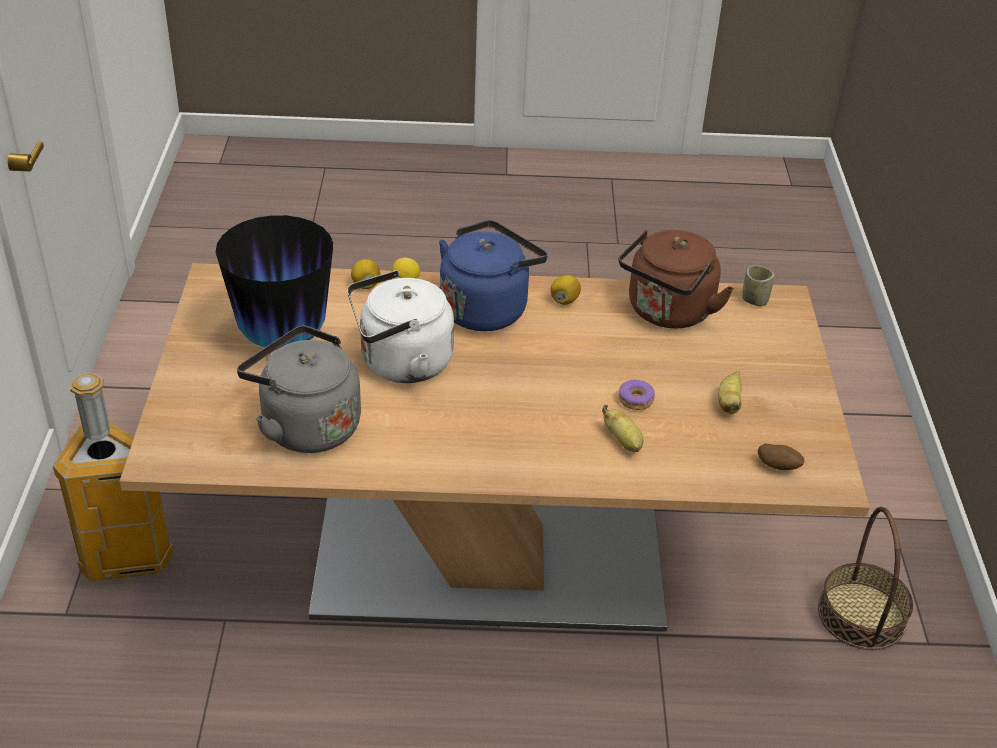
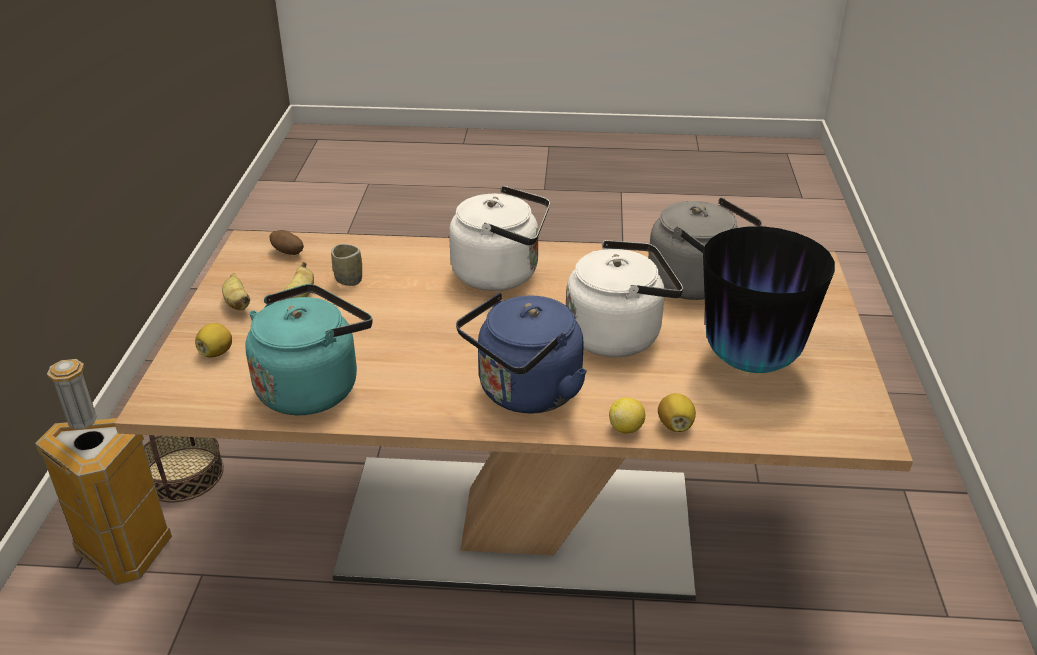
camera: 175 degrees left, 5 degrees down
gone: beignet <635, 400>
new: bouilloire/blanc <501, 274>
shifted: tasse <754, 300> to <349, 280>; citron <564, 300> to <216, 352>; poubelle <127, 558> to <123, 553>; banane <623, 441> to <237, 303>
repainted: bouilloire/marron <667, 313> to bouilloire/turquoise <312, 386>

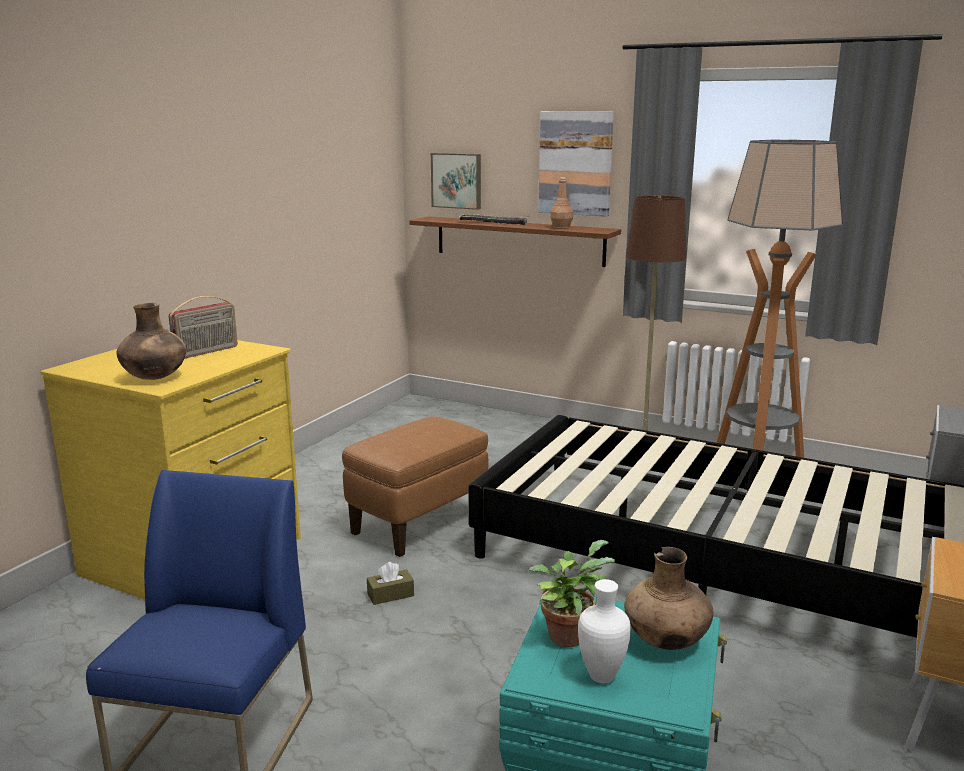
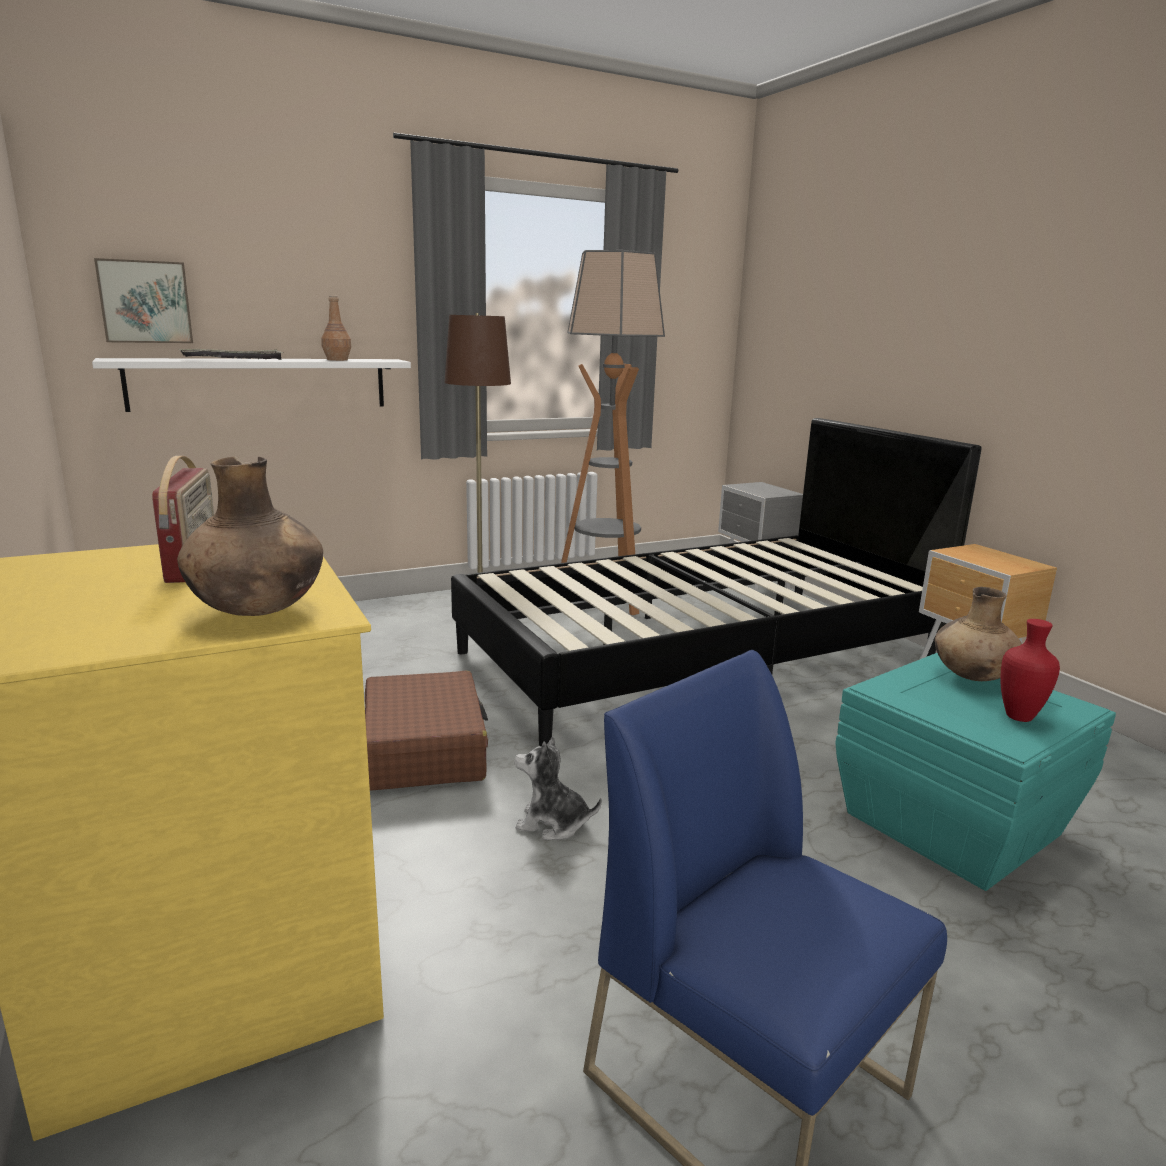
camera: 55 degrees left, 0 degrees up
gone: tableau <575, 163>; plante en pot <568, 634>
swapped: pouf/marron <419, 524> to valise/marron <424, 749>; boîte à mouchoirs/marron <390, 595> to peluche <552, 824>
repainted: étagère/marron <519, 241> to étagère/blanc <260, 384>; vase/blanc <601, 675> to vase/rouge <1017, 716>

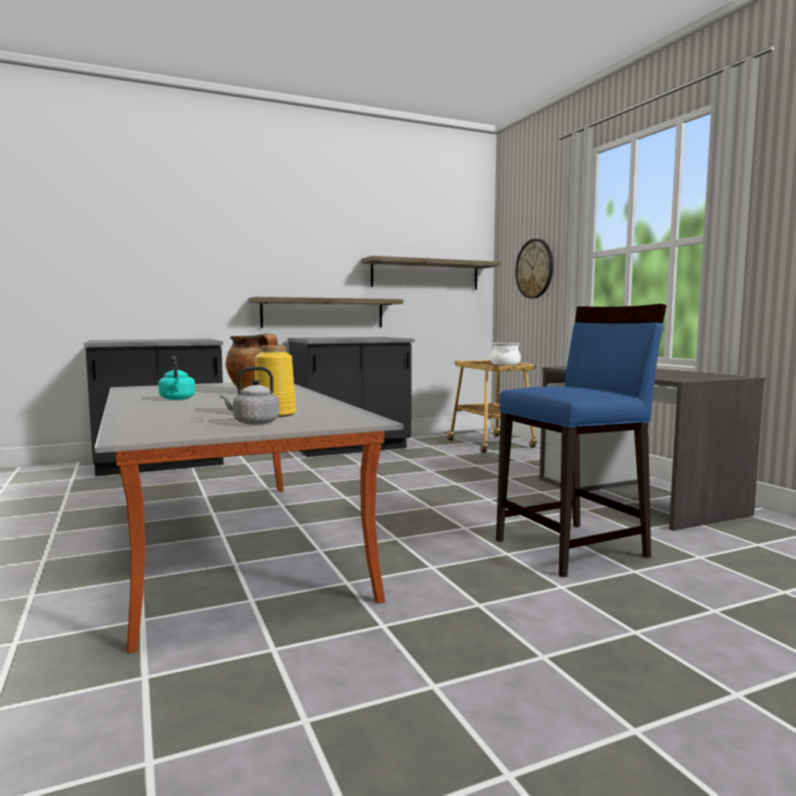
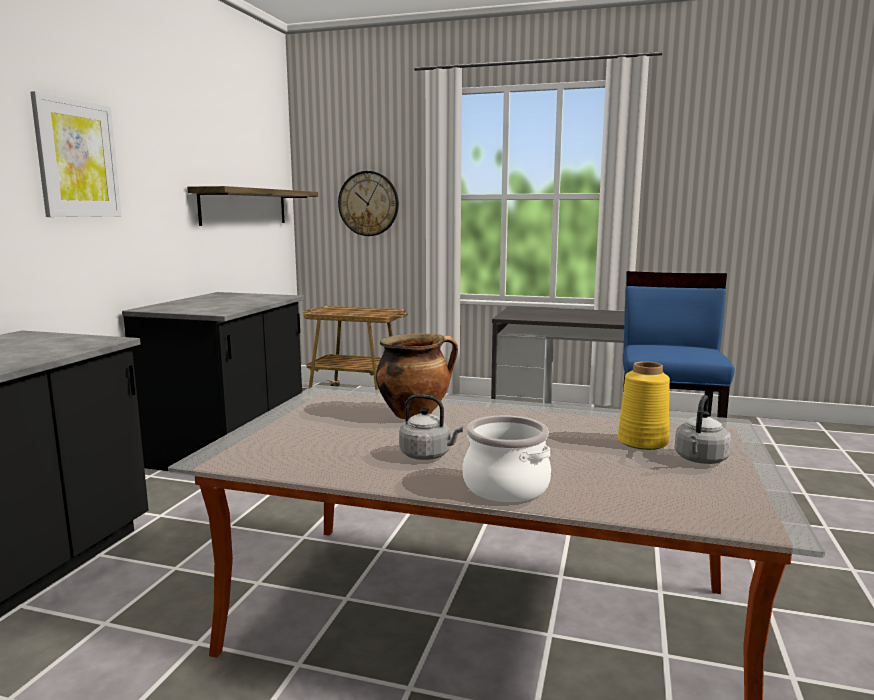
camera: 50 degrees left, 5 degrees up
gone: étagère <323, 313>
new: tableau <77, 159>
shifted: marmite <505, 364> to <505, 487>
repainted: bouilloire/turquoise <177, 399> to bouilloire/gris <428, 455>

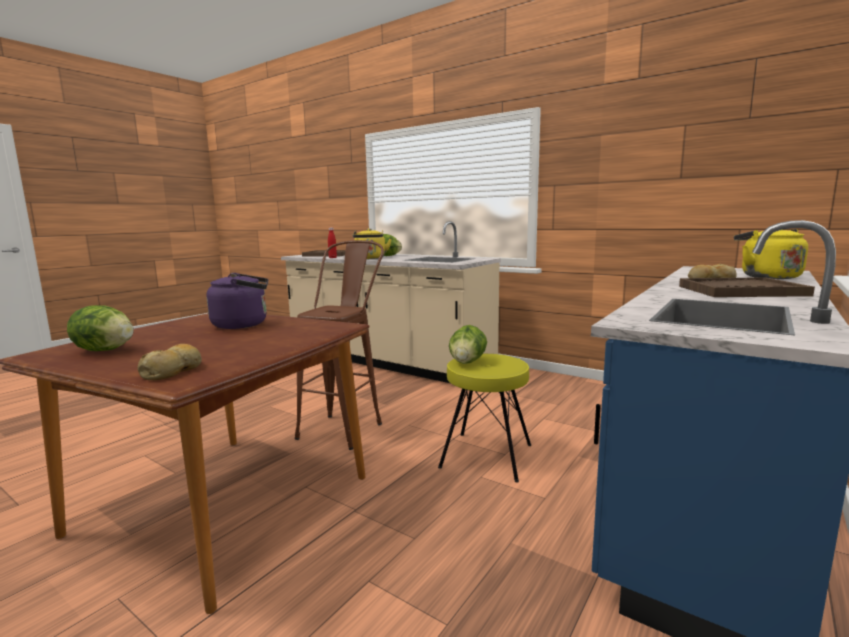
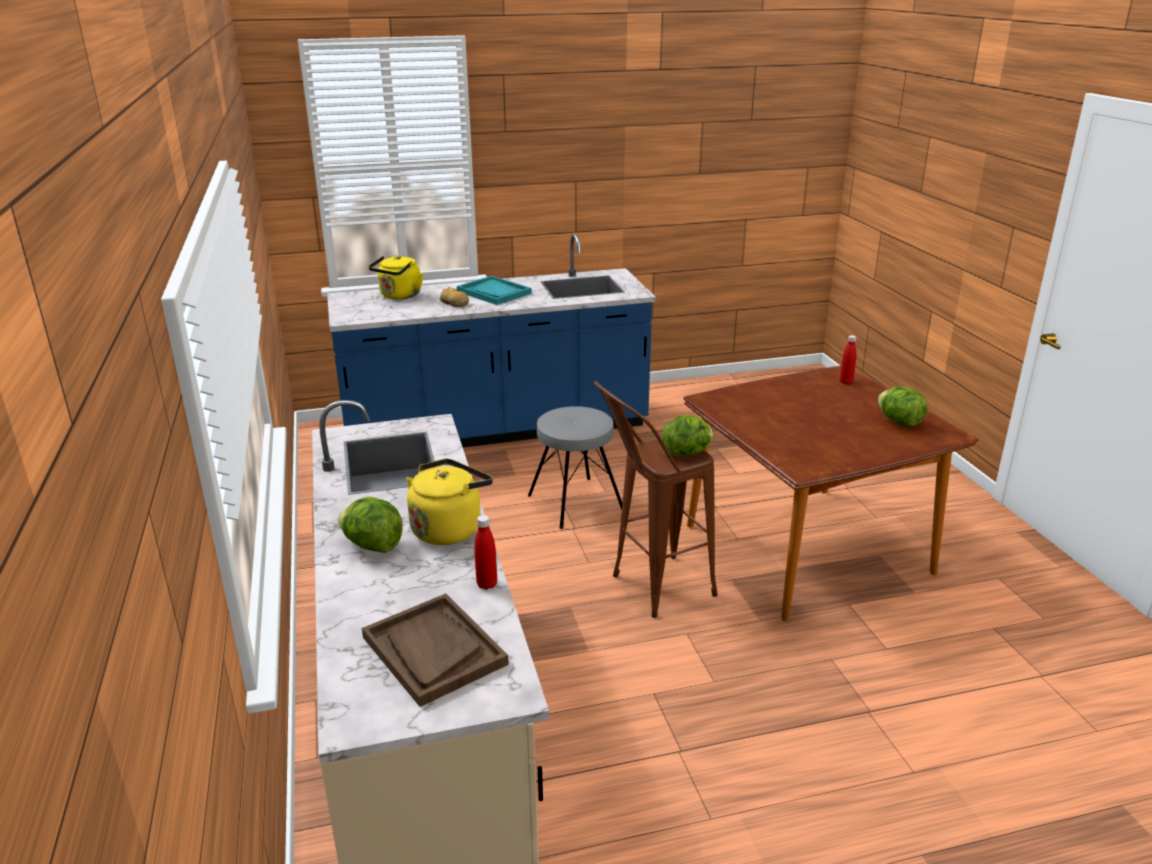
camera: 140 degrees left, 15 degrees up
gone: bouilloire/violet <244, 324>
shifted: laitue <467, 362> to <687, 453>
swapped: pain <173, 371> to bouteille/rouge <846, 382>
repainted: plateau/marron <740, 291> to plateau/turquoise <494, 292>; tabouret/jaune <487, 456> to tabouret/gris <575, 502>

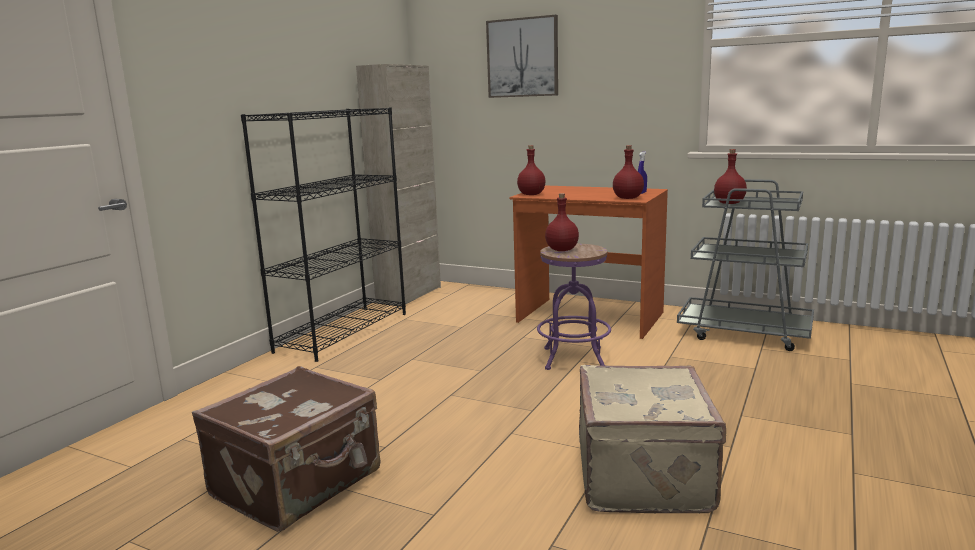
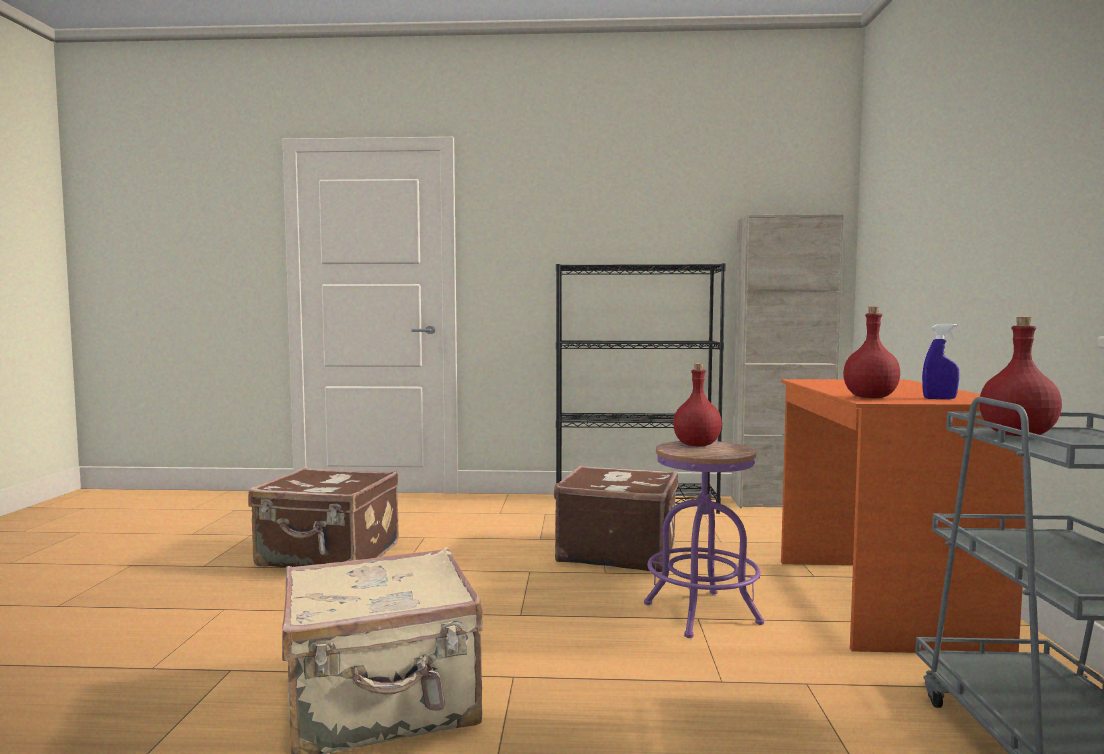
camera: 65 degrees right, 10 degrees down
gone: tableau <523, 58>; bouteille/rouge <532, 194>
new: valise/marron <617, 552>

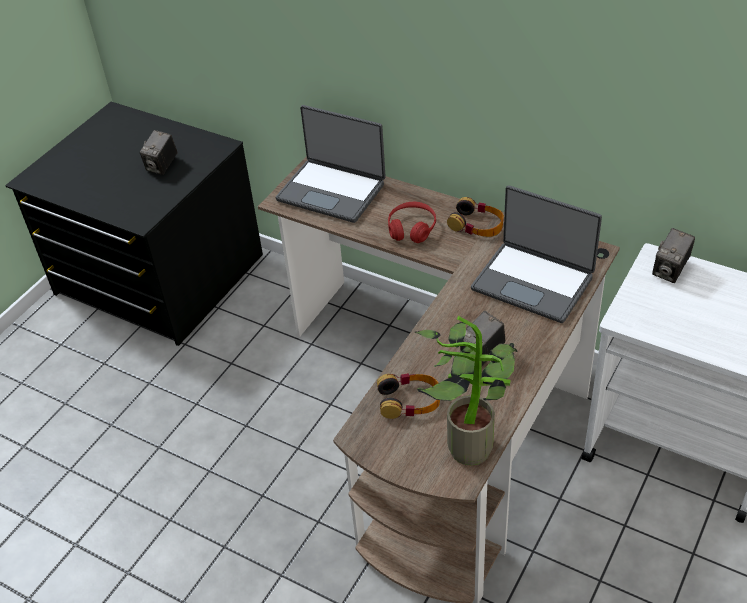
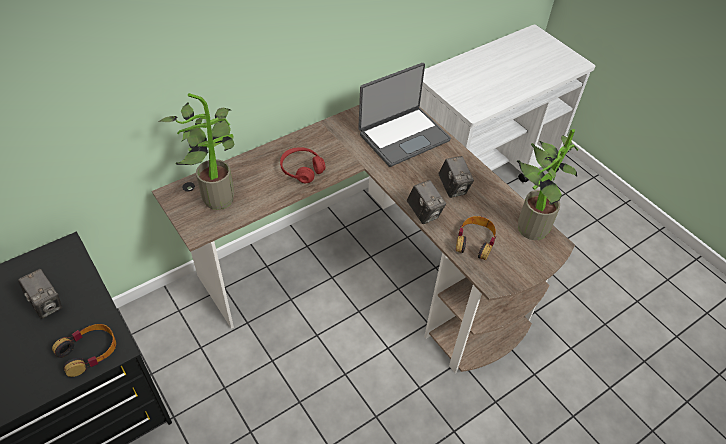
camera: 70 degrees left, 5 degrees up
shifted: casque audio <477, 225> to <89, 351>; appareil photo <670, 271> to <424, 213>
swapped: ordinateur portable <332, 191> to plante en pot <217, 195>

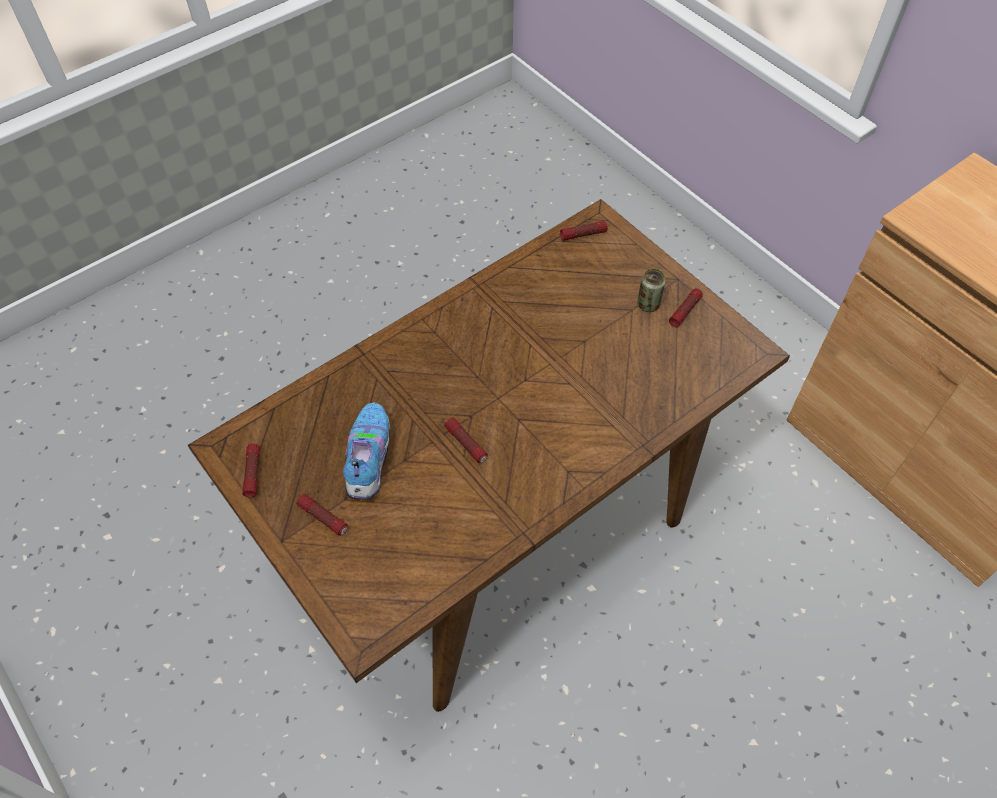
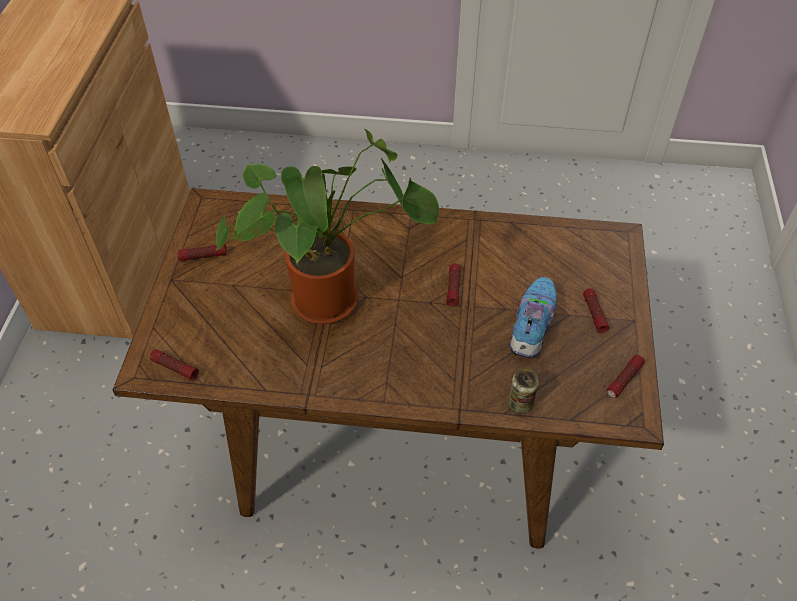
camera: 135 degrees left, 5 degrees down
new: plante en pot <331, 297>
shifted: boîte métallique <648, 304> to <520, 404>
rotated: chaussure <368, 460> = <531, 327> 150 degrees clockwise

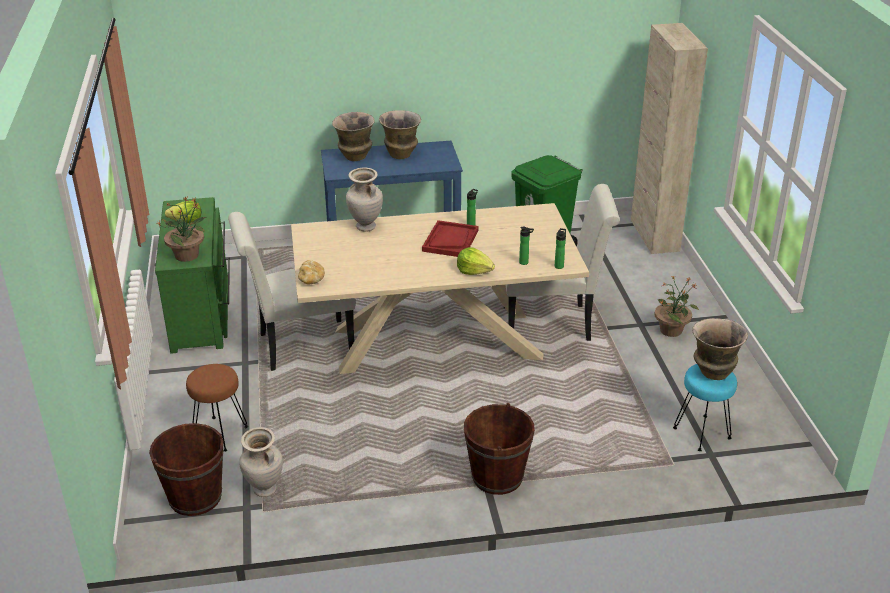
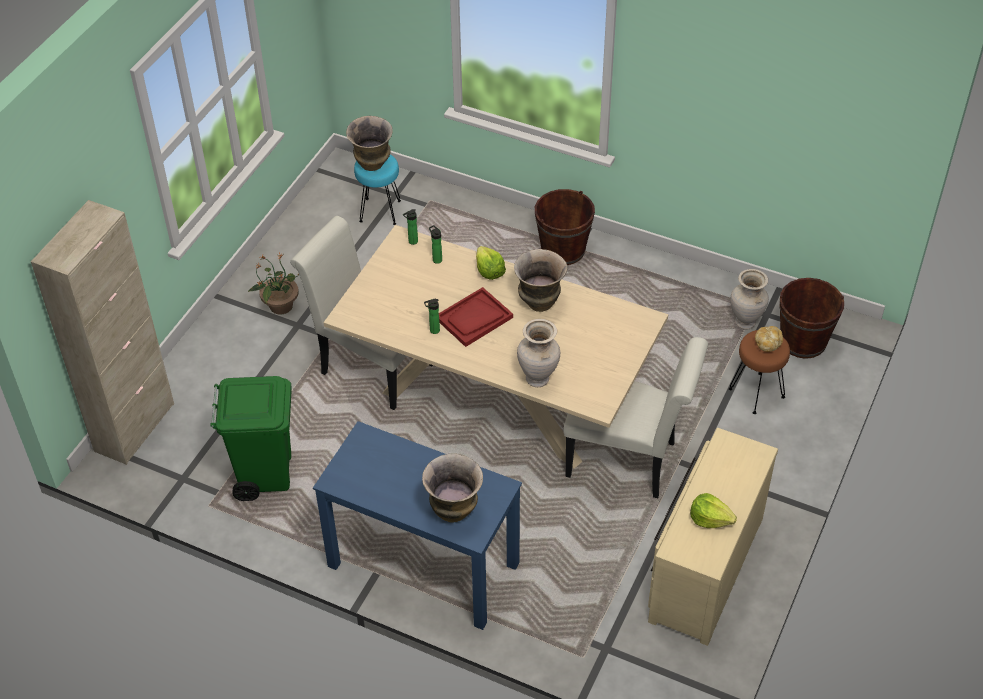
camera: 145 degrees left, 15 degrees up
gone: plante en pot <187, 255>
shifted: vase <401, 155> to <539, 302>; pain <311, 279> to <768, 343>
repainted: commode/vert <202, 312> to commode/beige <702, 567>

